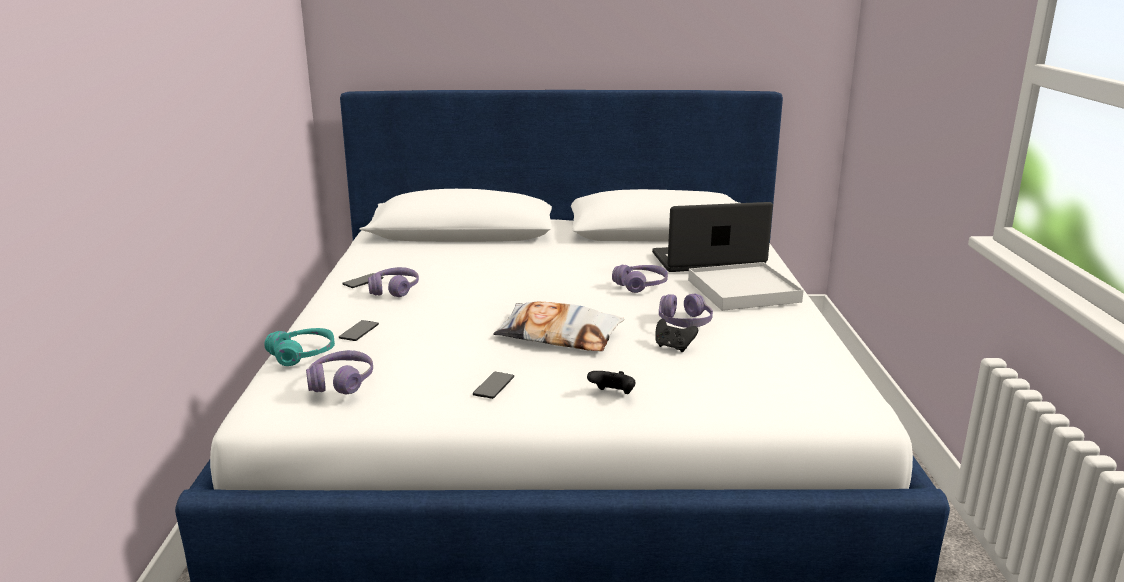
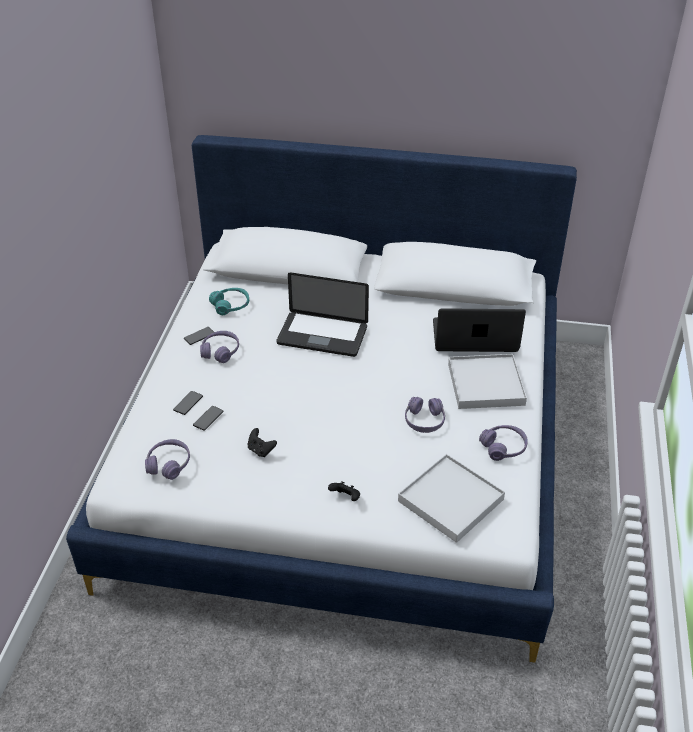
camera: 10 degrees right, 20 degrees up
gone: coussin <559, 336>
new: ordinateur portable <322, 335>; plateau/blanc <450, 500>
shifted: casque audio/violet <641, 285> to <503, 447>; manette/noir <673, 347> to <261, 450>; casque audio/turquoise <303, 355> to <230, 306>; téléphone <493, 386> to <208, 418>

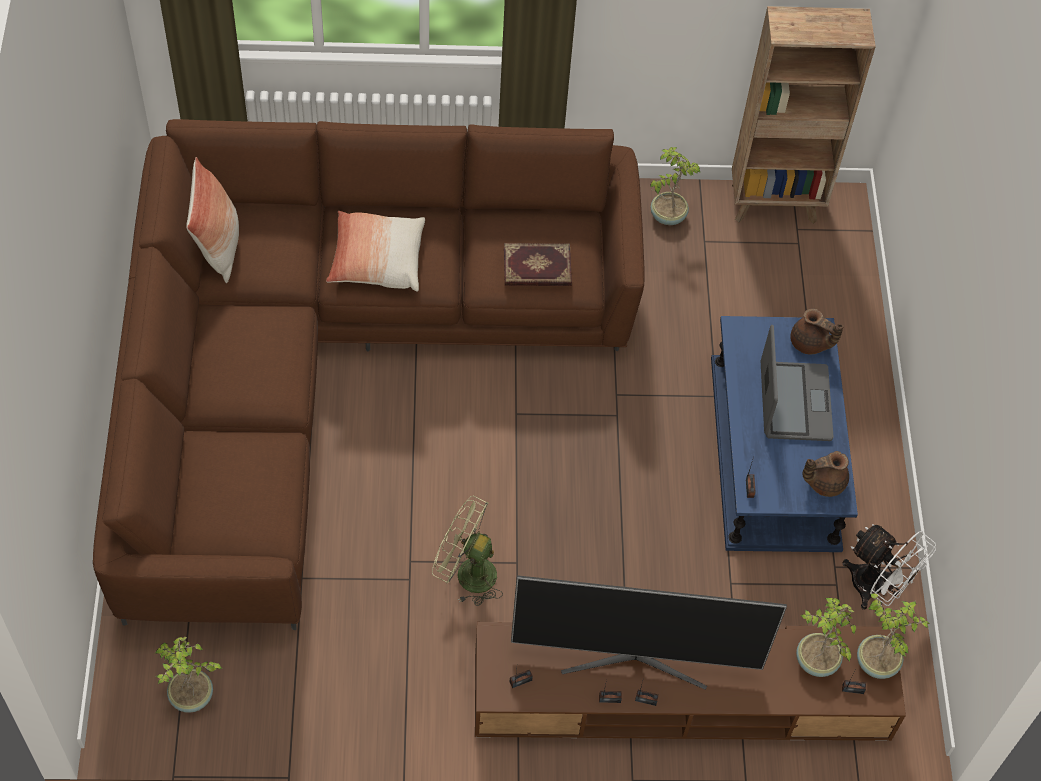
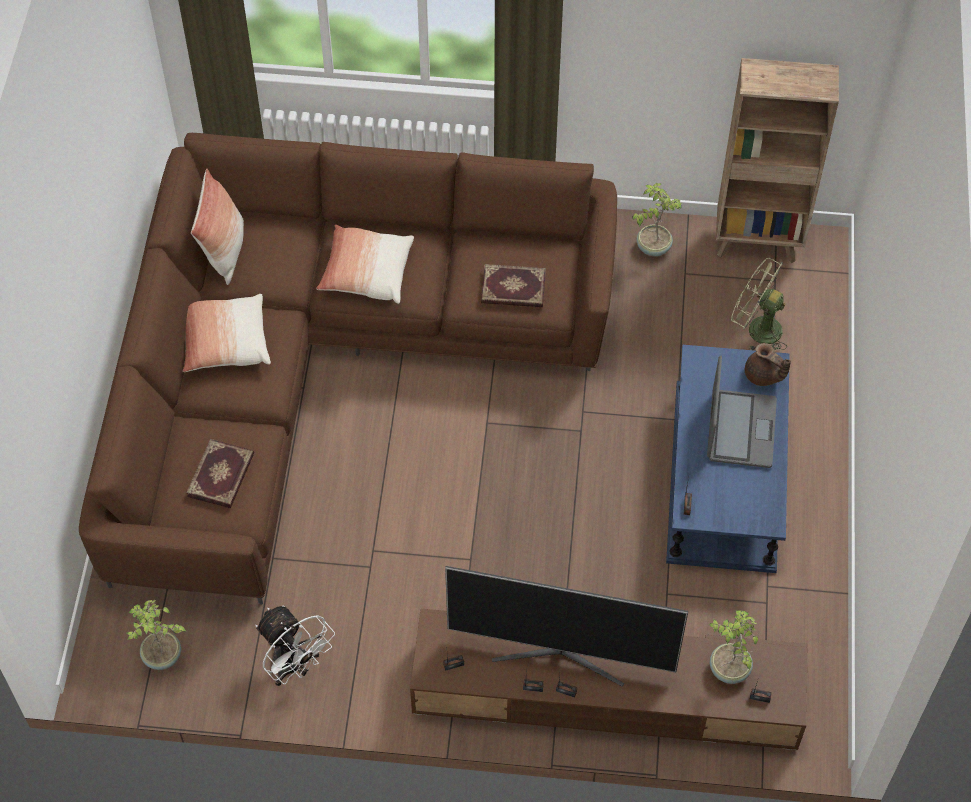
camera: 10 degrees right, 0 degrees up
gone: théière/marron <823, 482>; plante en pot <877, 661>
new: coussin <225, 342>; livre <222, 476>
shifted: ventilateur/vert <467, 573> to <757, 328>; ventilateur/blanc <875, 588> to <295, 666>

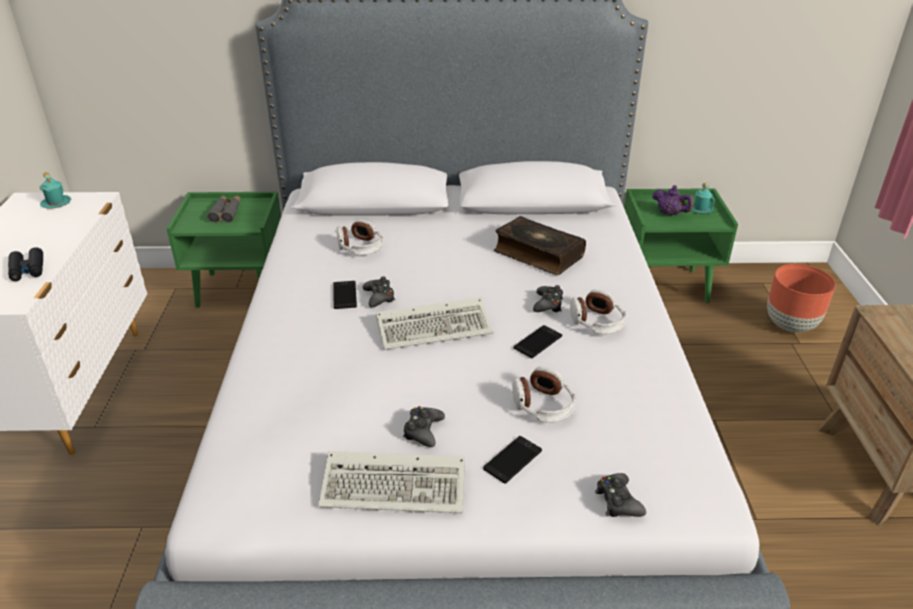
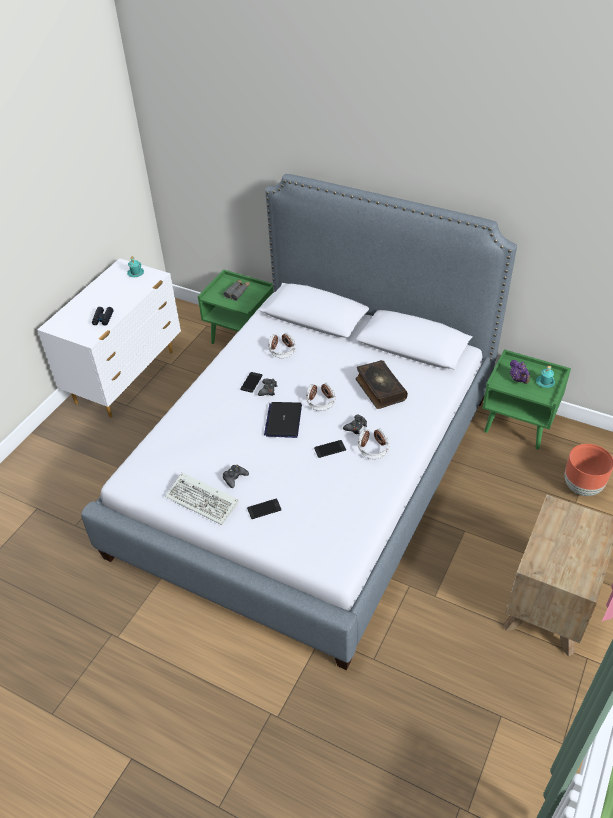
camera: 30 degrees right, 10 degrees up
gone: manette/noir <618, 501>
shifted: casque audio <543, 405> to <320, 401>
swapped: clavier <436, 327> to ordinateur portable <283, 420>

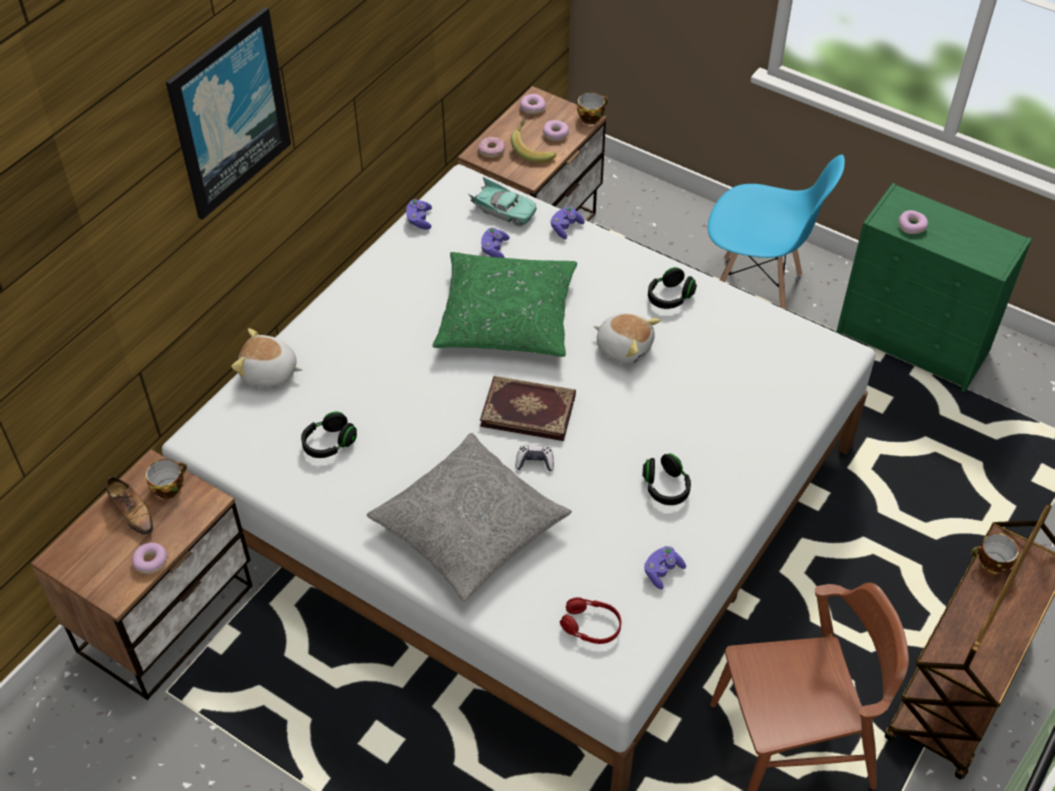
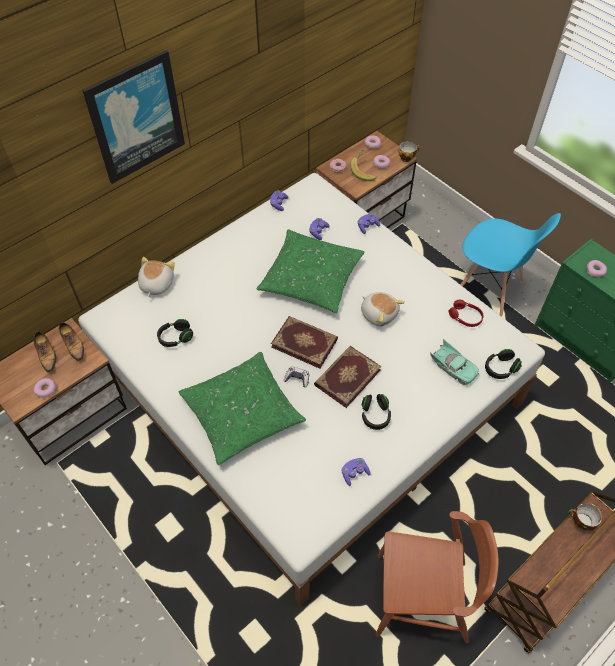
camera: 15 degrees right, 5 degrees up
new: livre <346, 377>
shifted: petite voiture/turquoise <503, 211> to <453, 367>; casque audio/noir <670, 297> to <500, 368>; casque audio/rouge <591, 626> to <465, 317>
swapped: tasse <169, 487> to chaussure <73, 344>
repainted: coussin/gris <469, 527> to coussin/vert <242, 413>
rotated: peluche <269, 373> = <156, 284> 75 degrees clockwise

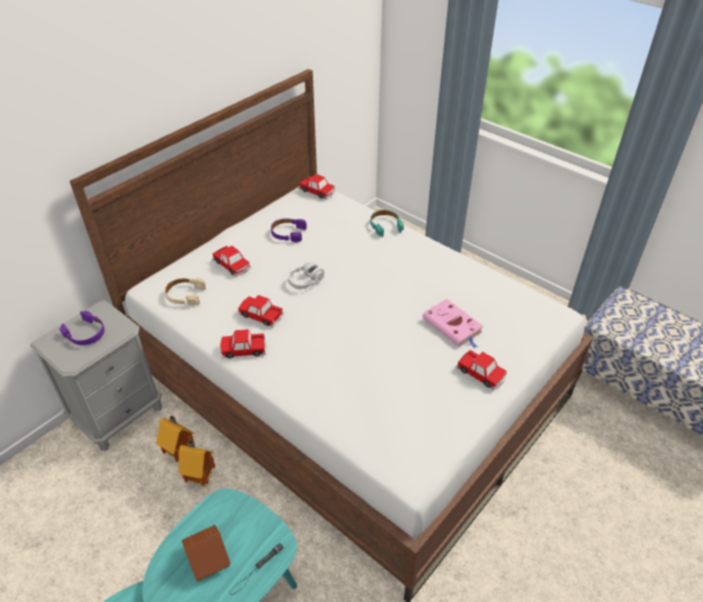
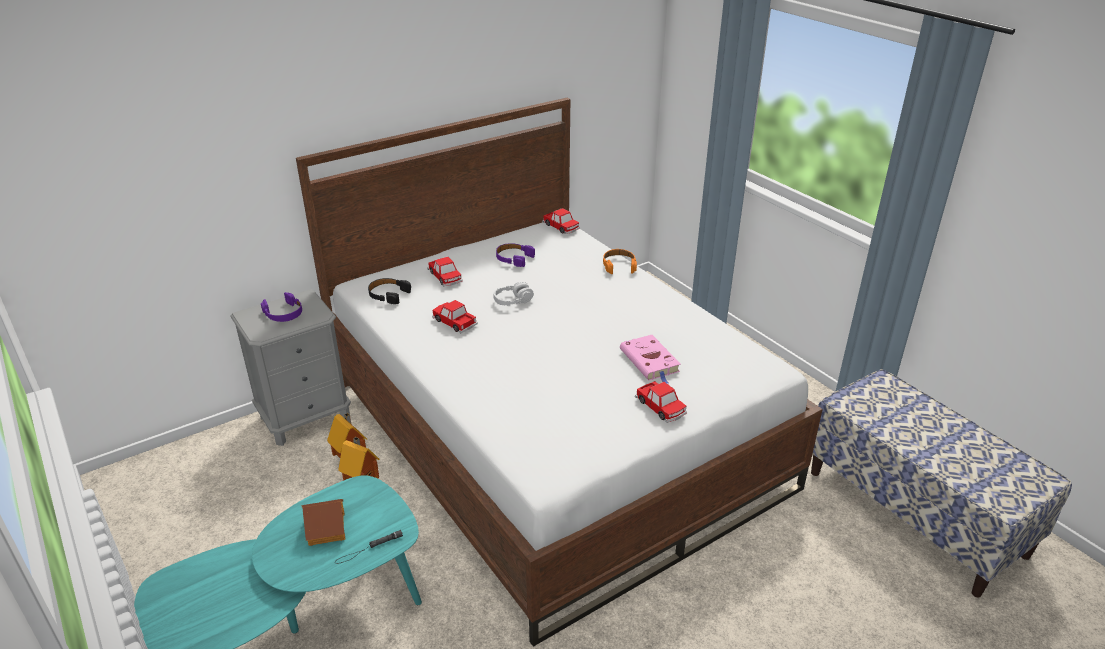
camera: 15 degrees right, 10 degrees down
gone: petite voiture <243, 349>
repainted: casque audio/turquoise <385, 226> to casque audio/orange <619, 265>; casque audio/beige <185, 295> to casque audio/noir <388, 295>

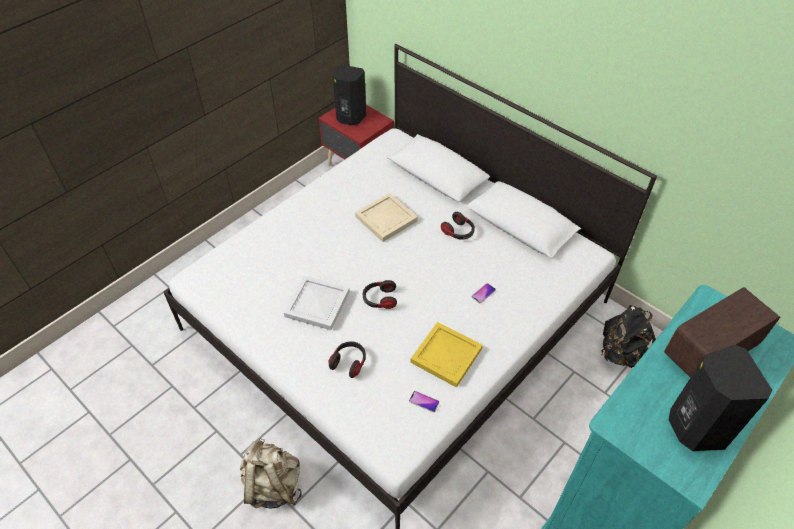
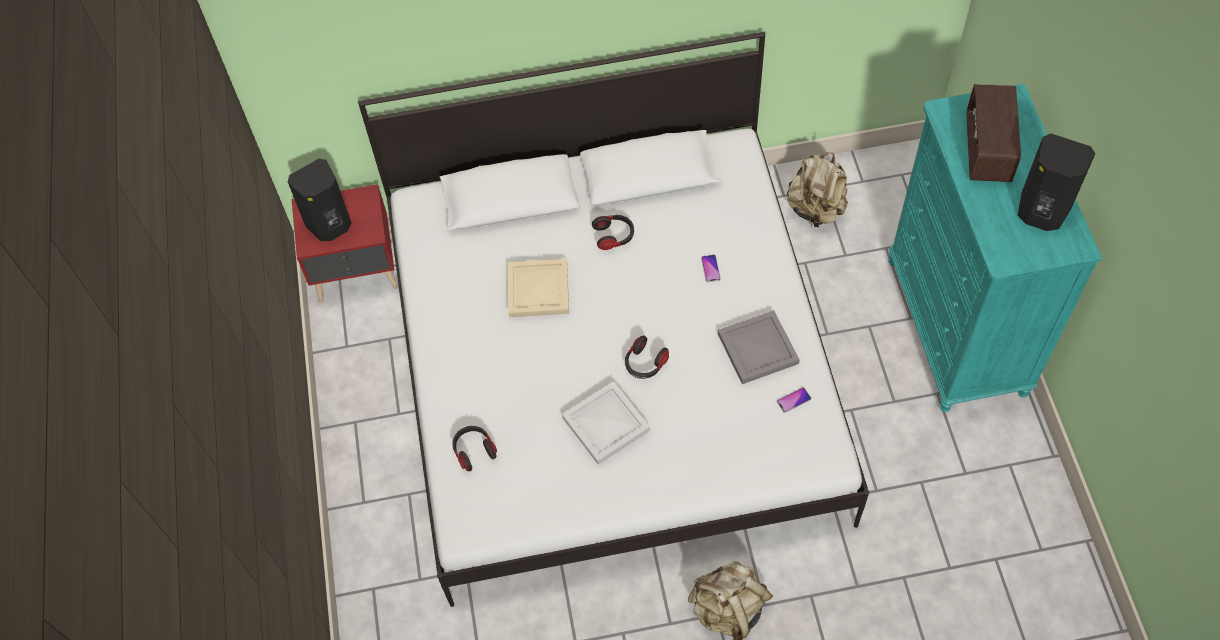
camera: 50 degrees left, 10 degrees up
shifted: casque audio <349, 362> to <474, 451>
repainted: sac à dos/noir <621, 353> to sac à dos/beige <816, 209>; plateau/jaune <447, 355> to plateau/gris <758, 347>

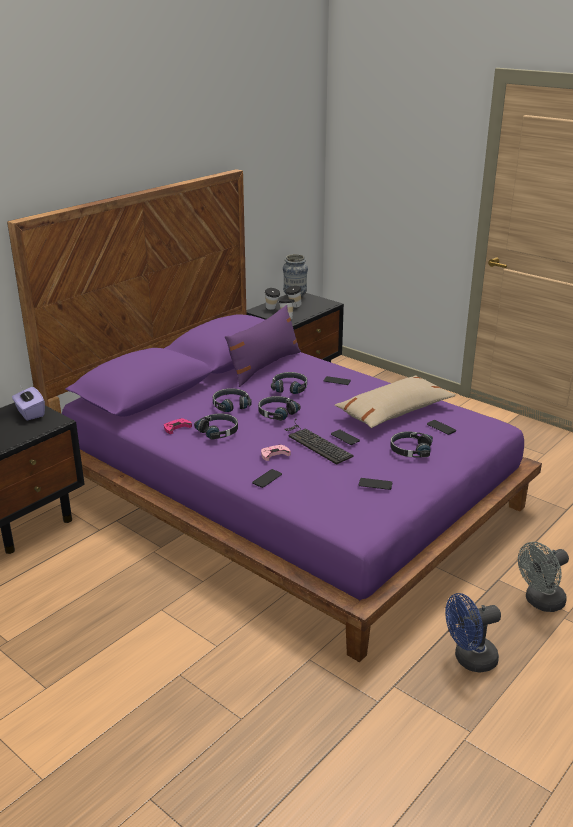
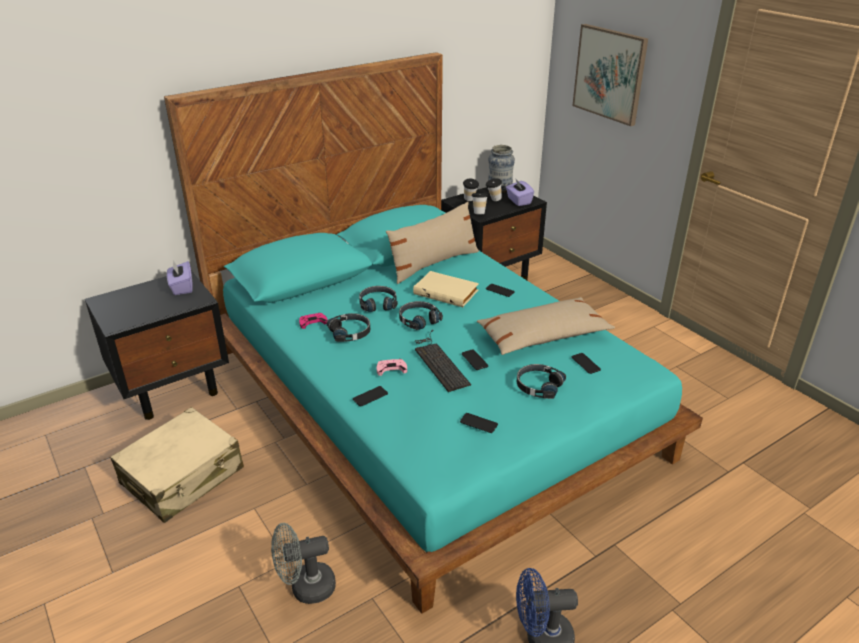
camera: 15 degrees right, 5 degrees up
new: tableau <610, 74>; boîte à mouchoirs/violet <518, 201>; valise/beige <183, 476>
shifted: ventilateur/gris <540, 602> to <305, 588>
swapped: casque audio/noir <290, 387> to livre/beige <447, 292>
repainted: lit/violet <287, 494> to lit/turquoise <430, 401>; coussin/violet <264, 366> to coussin/beige <433, 264>

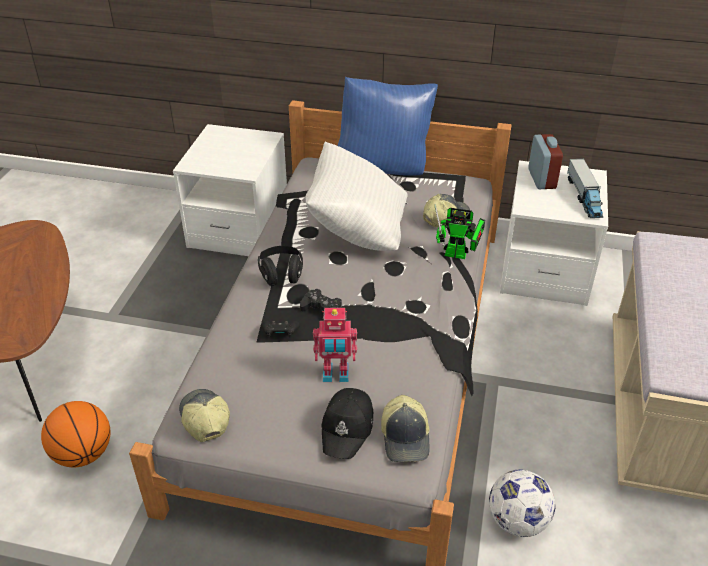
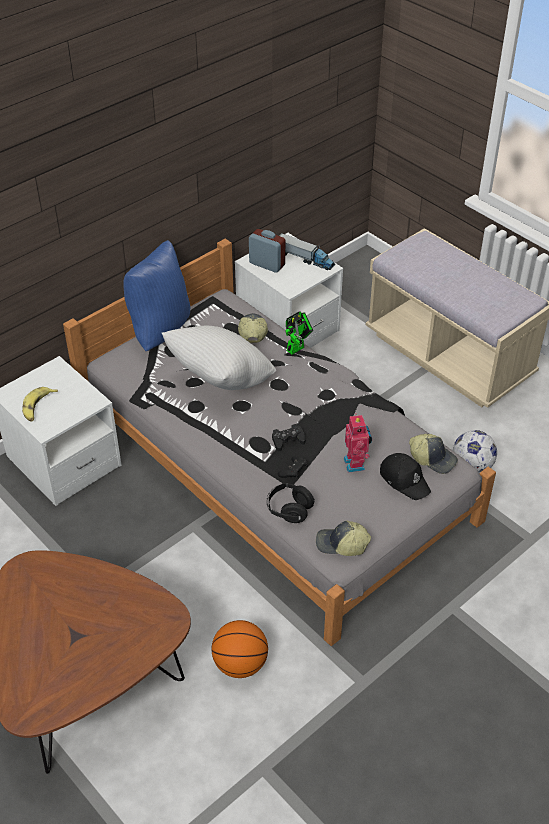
camera: 55 degrees left, 5 degrees up
new: banane <38, 407>
shifted: casque audio/noir <281, 274> to <289, 510>
rotated: robot jouet <335, 375> = <356, 463> 45 degrees counterclockwise

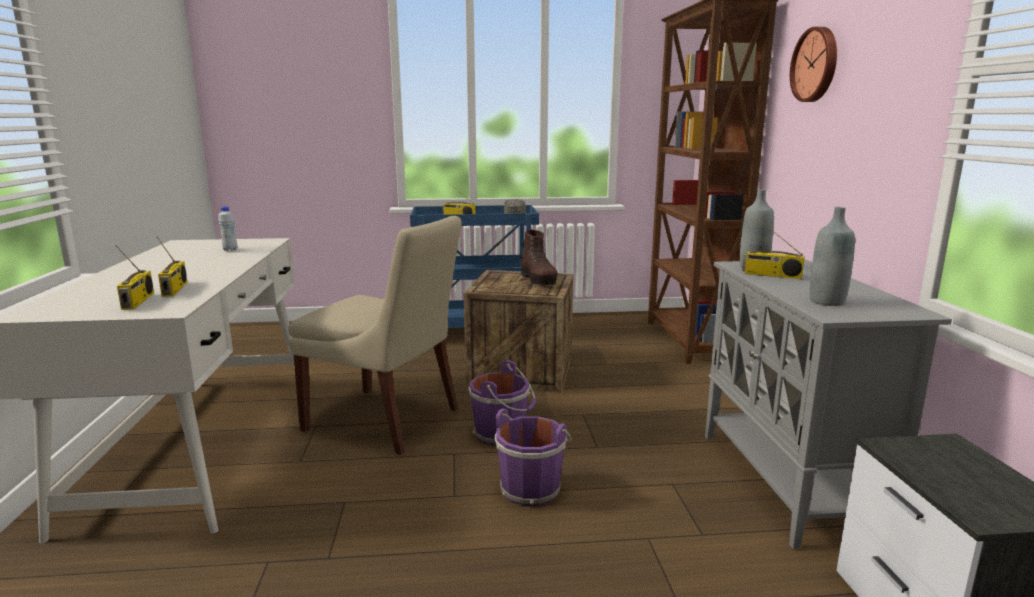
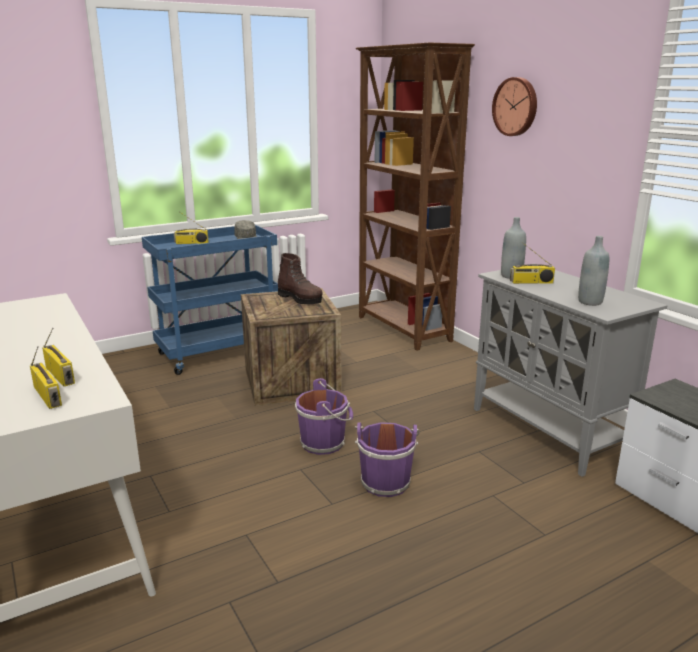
camera: 25 degrees left, 5 degrees up
gone: bouteille/blanc <230, 250>; chaise/beige <386, 421>

